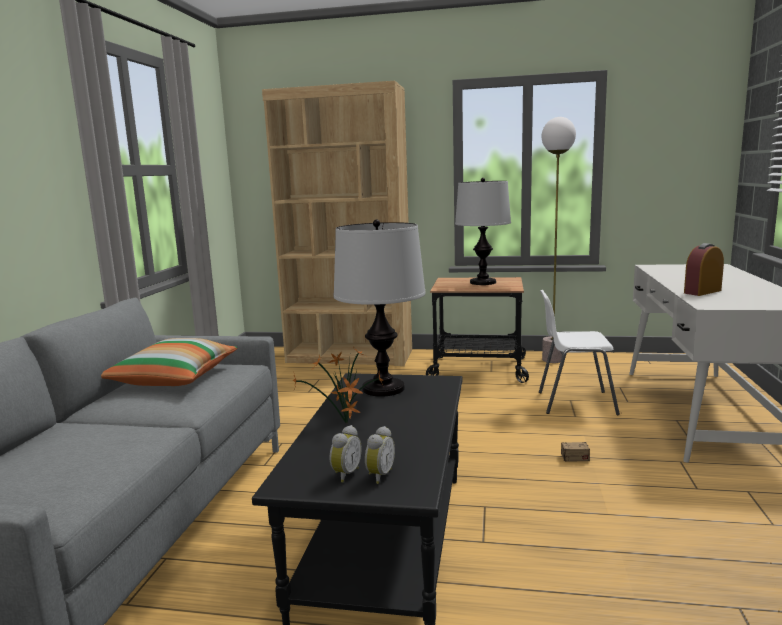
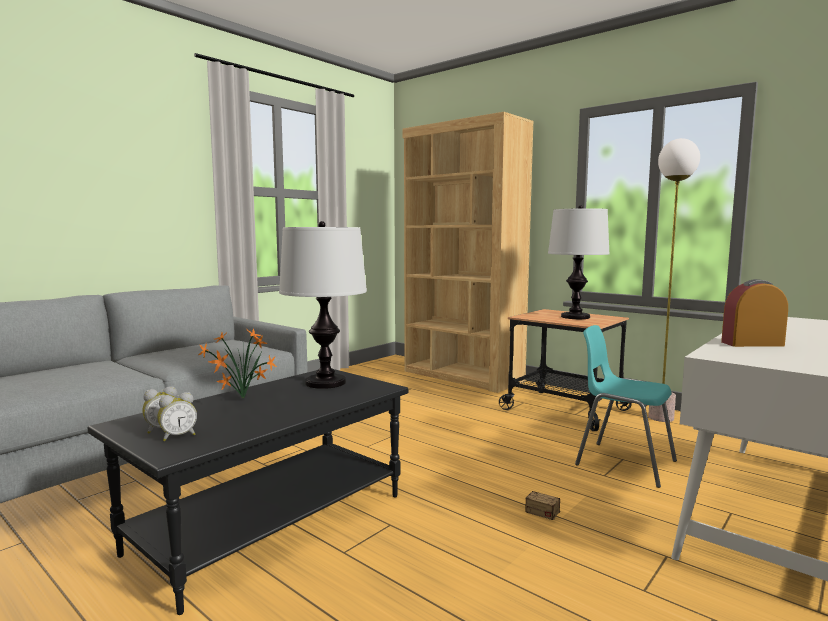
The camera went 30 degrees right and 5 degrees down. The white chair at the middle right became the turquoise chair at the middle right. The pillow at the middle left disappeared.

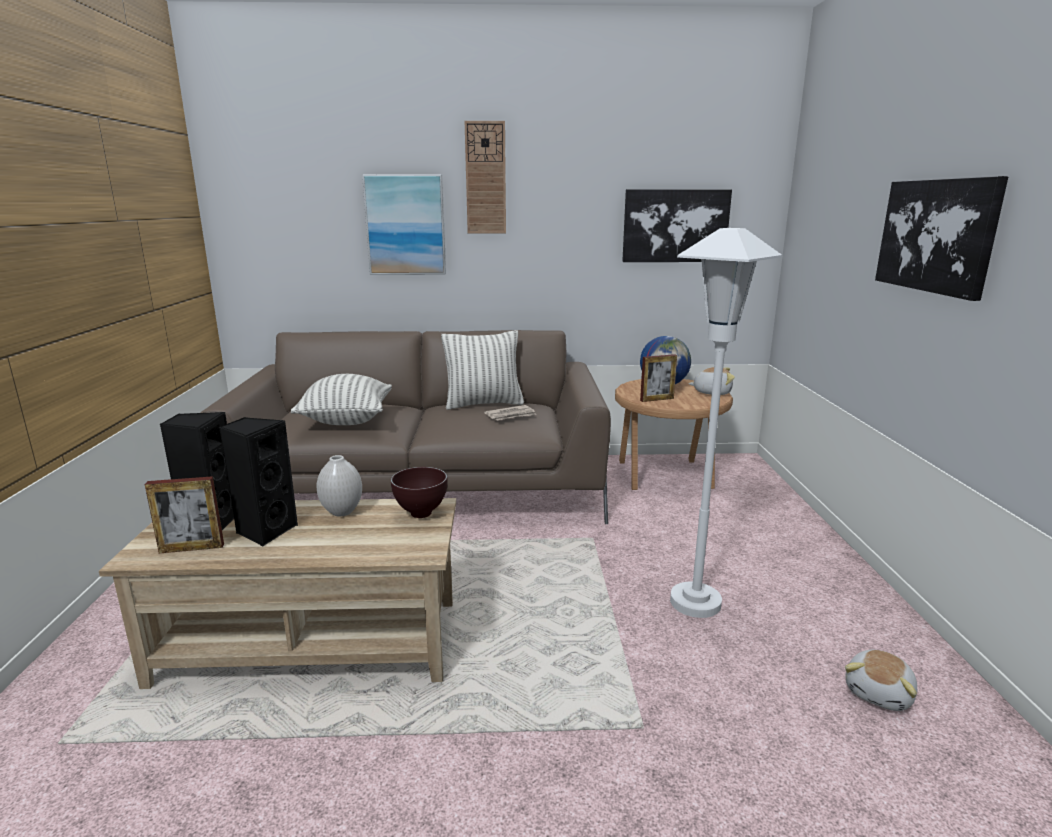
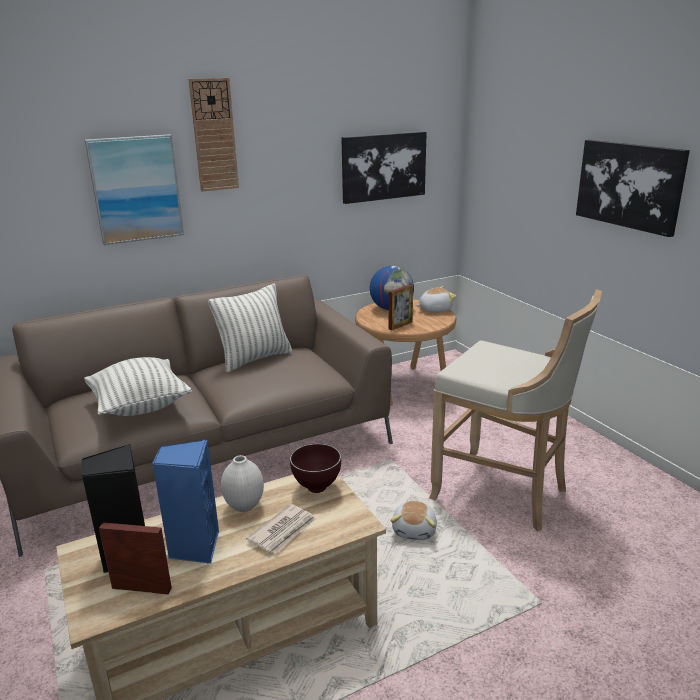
The camera went 25 degrees left and 5 degrees up. The white floor lamp at the middle right was replaced by the beige stool at the middle right. The newspaper moved from the centre to the bottom centre. The black speaker (2nd from left) at the middle left became the blue speaker at the bottom left. The picture frame (1st from left) at the middle left turned 135 degrees counterclockwise. The plush toy (2nd from left in the first image) moved from the bottom right to the bottom centre.

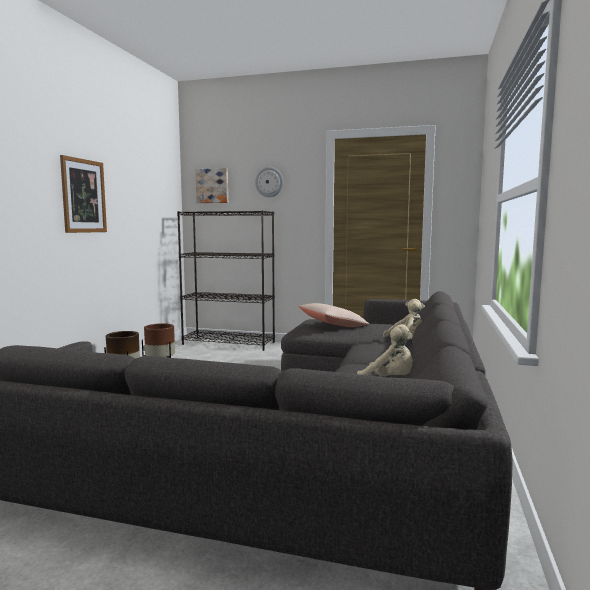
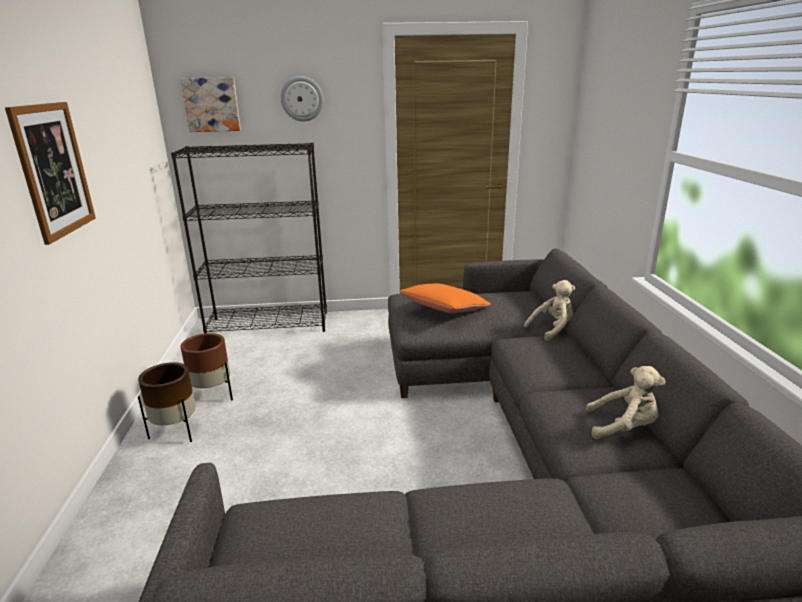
The camera went 20 degrees left and 15 degrees up. The beige pillow at the centre became the orange pillow at the centre.

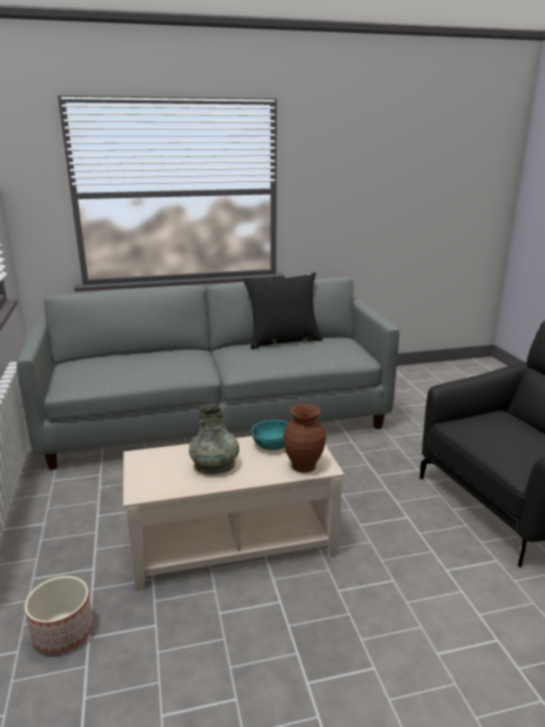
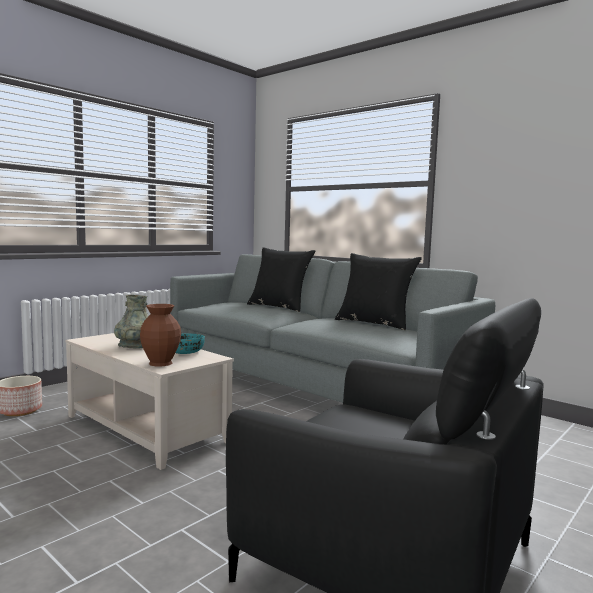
The camera went 55 degrees right and 15 degrees down. The black pillow (1st from left) at the centre appeared.

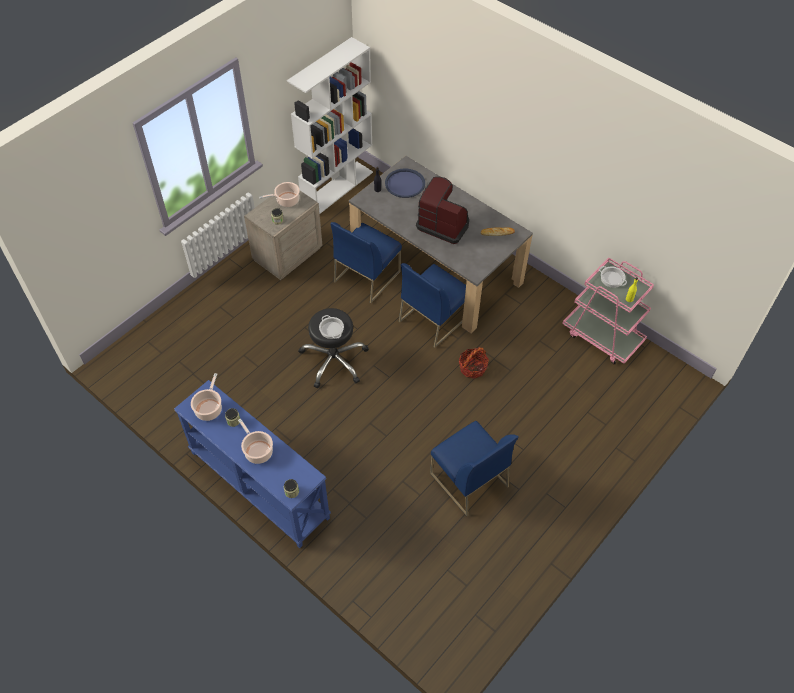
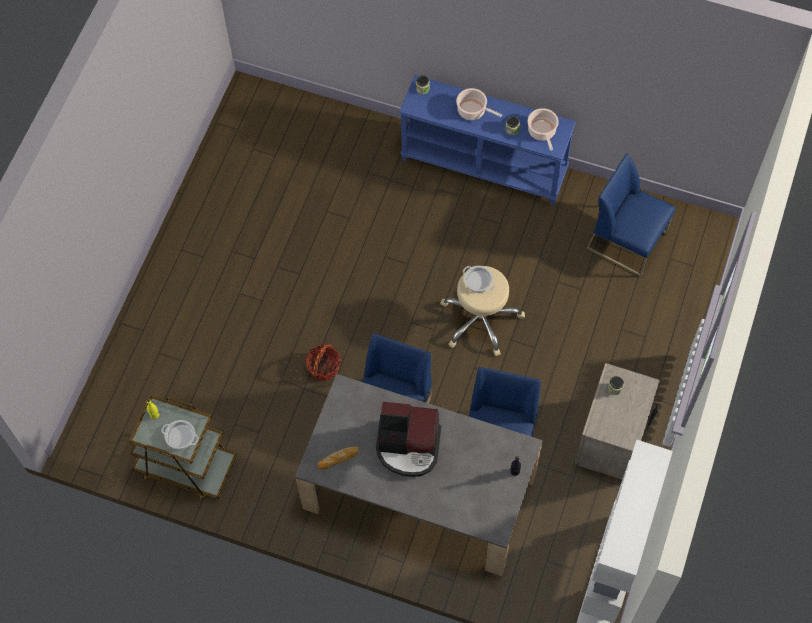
The camera went 160 degrees right and 10 degrees up. The blue tray at the top centre disappeared. The cooking pot (3rd from left) at the top centre disappeared. The pink cart at the middle right became the brown cart at the bottom left. The black stool at the centre became the beige stool at the centre. The blue chair (3rd from left) moved from the bottom centre to the middle right.

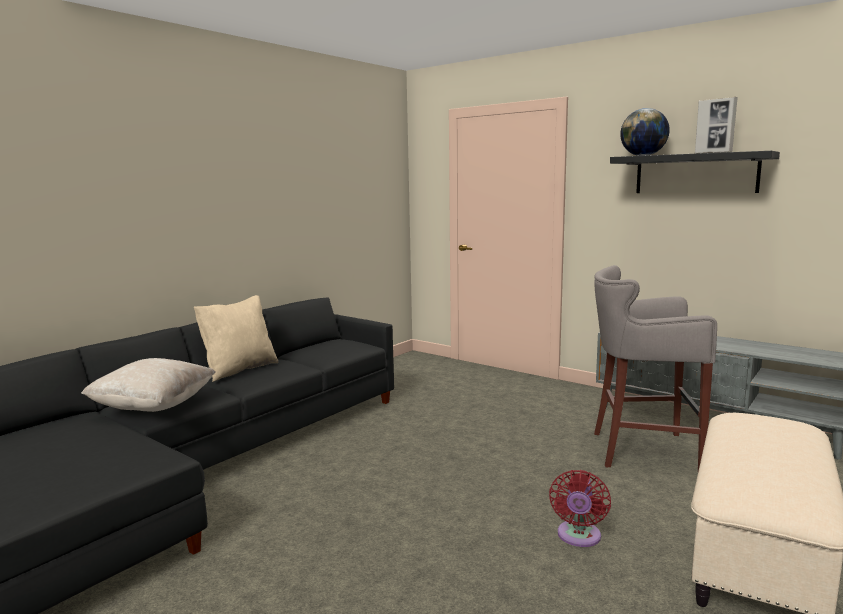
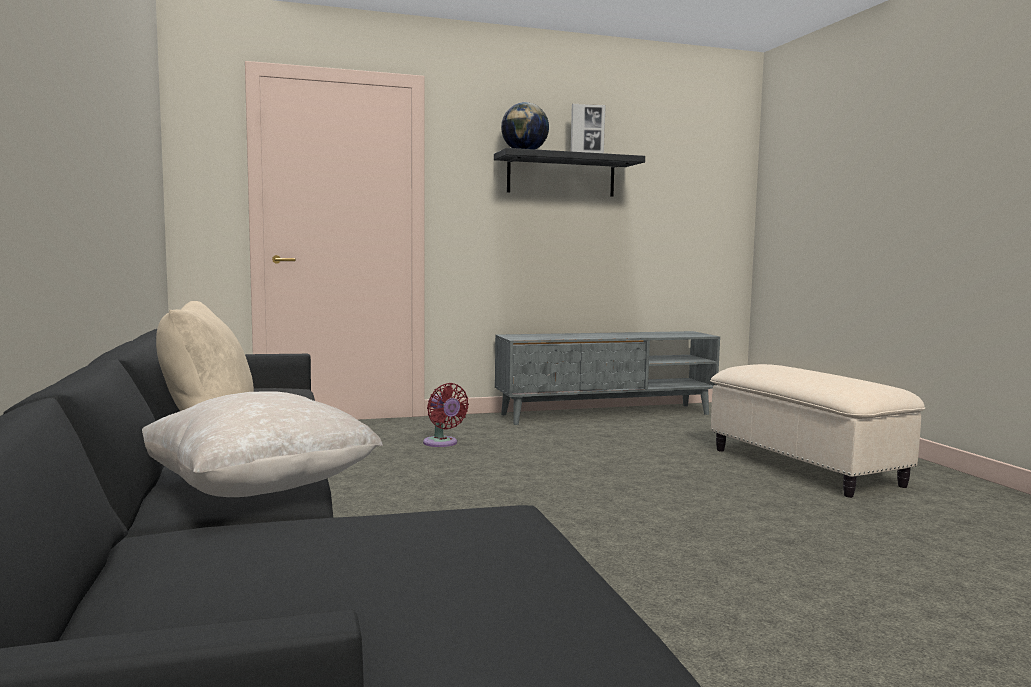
The camera went 55 degrees left and 5 degrees down. The grey stool at the middle right disappeared. The red fan moved from the bottom right to the centre.

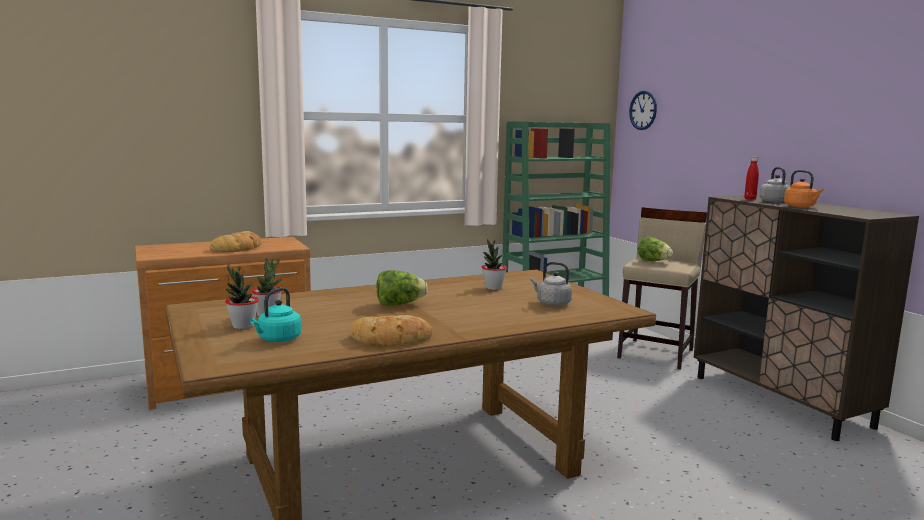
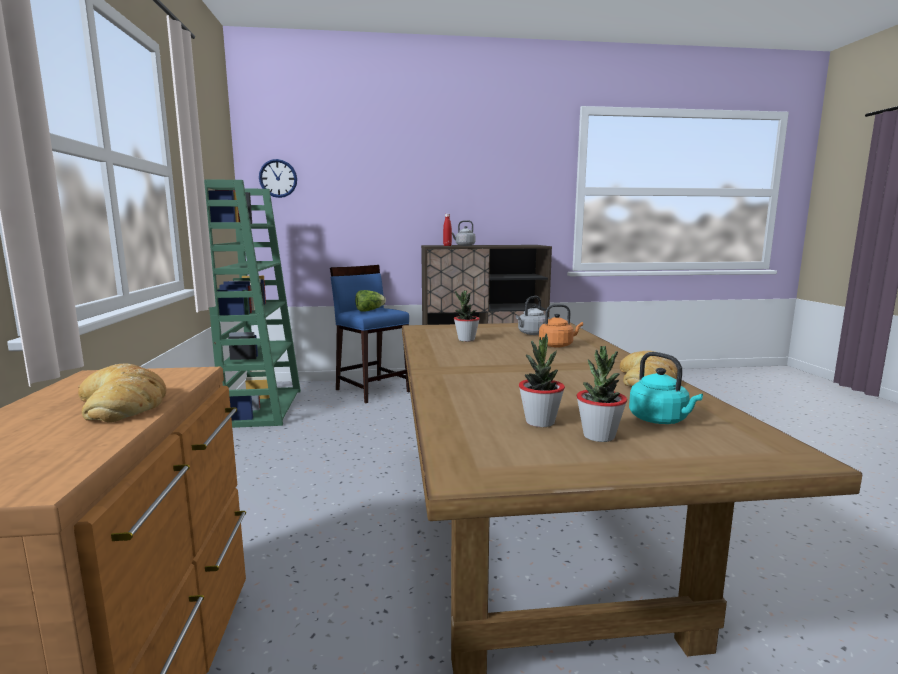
The camera went 70 degrees left and 0 degrees up. The orange kettle moved from the middle right to the centre. The beige stool at the middle right became the blue stool at the centre. The lettuce (1st from left) at the centre disappeared.

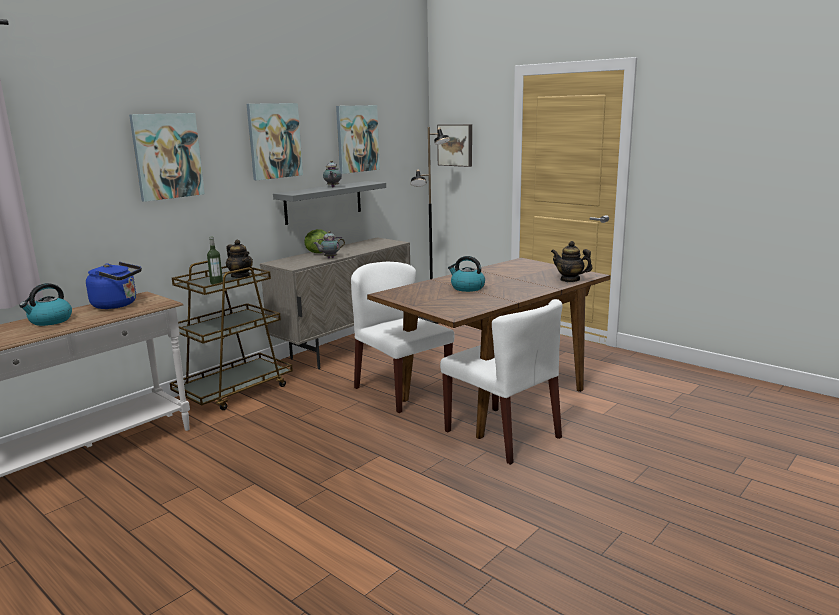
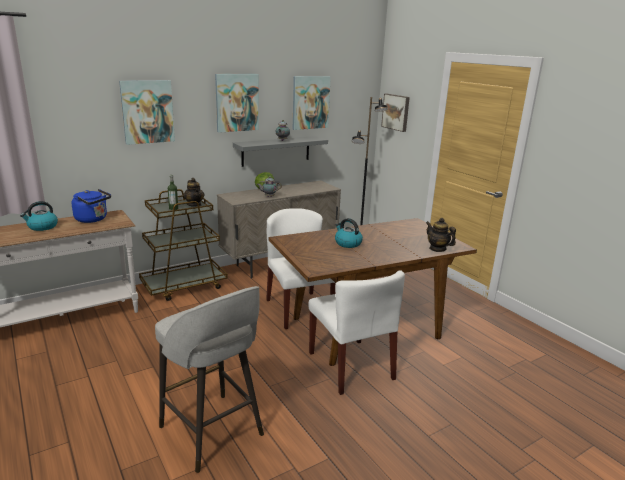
The camera went 15 degrees right and 5 degrees up. The grey stool at the bottom centre appeared.

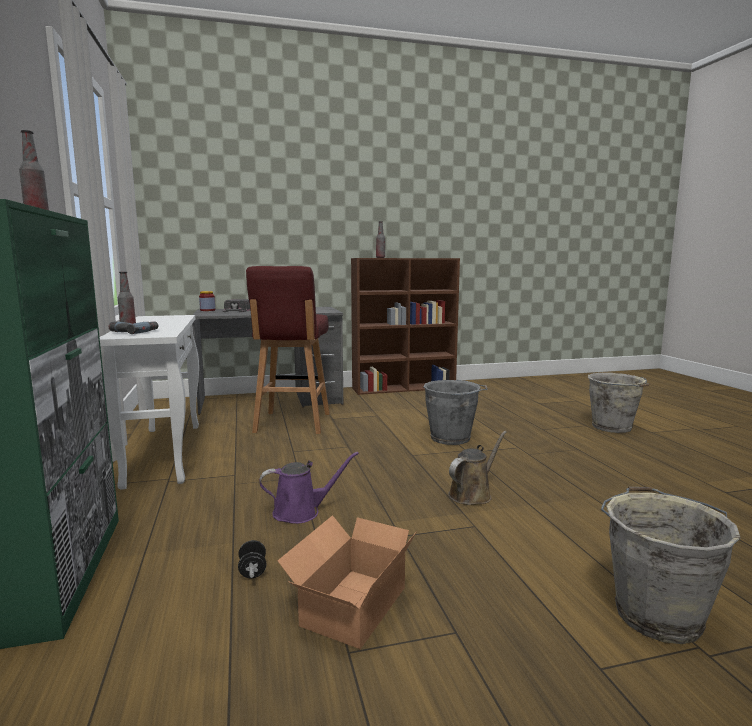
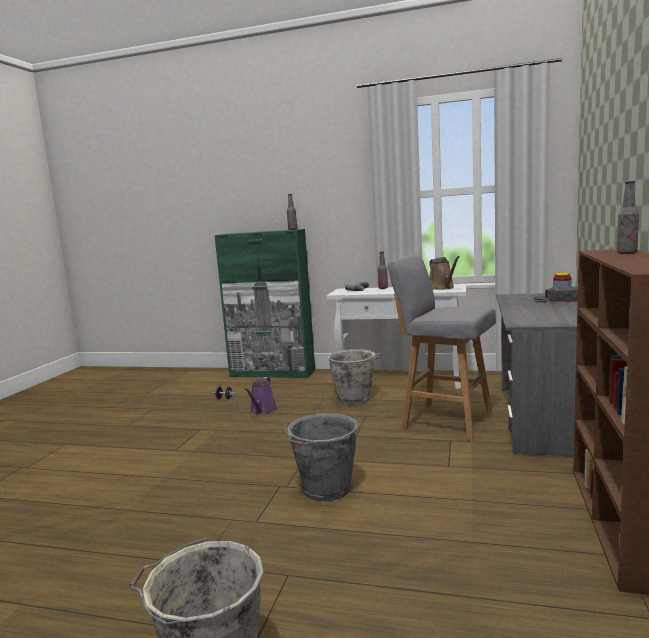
The camera went 120 degrees right and 0 degrees up. The red stool at the centre became the grey stool at the middle right. The brown watering can moved from the centre to the middle right. The grey bucket (3rd from left) moved from the bottom right to the centre. The cardboard box at the bottom centre disappeared.

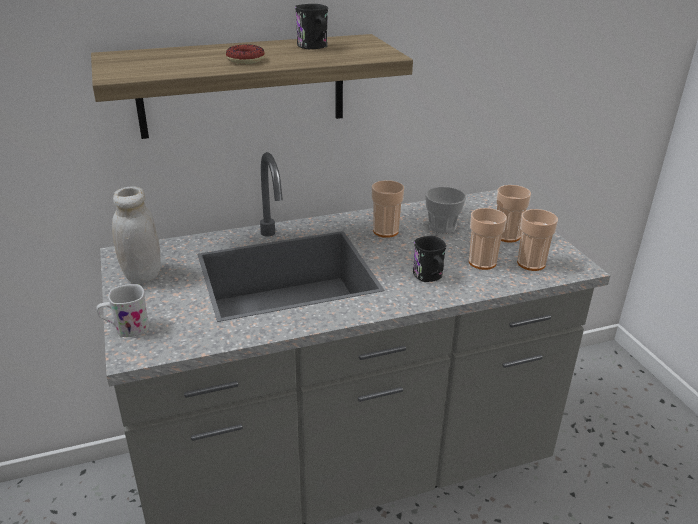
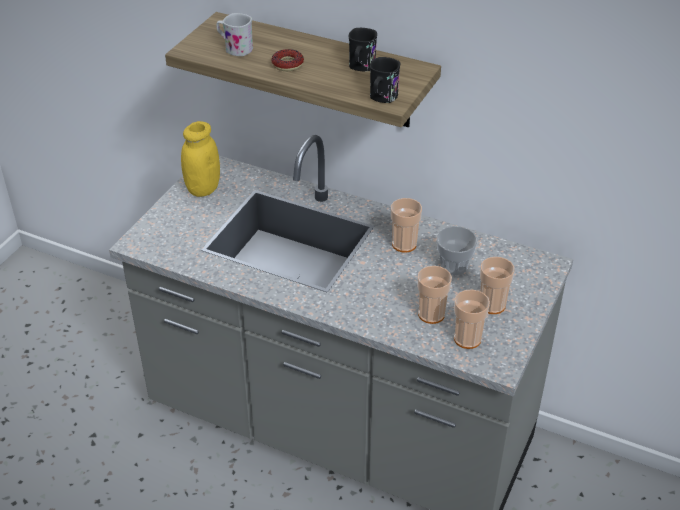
The camera went 45 degrees right and 10 degrees up. The white jar at the middle left became the yellow jar at the top left. The black mug (2nd from left) moved from the centre to the top centre. The white mug moved from the middle left to the top centre.

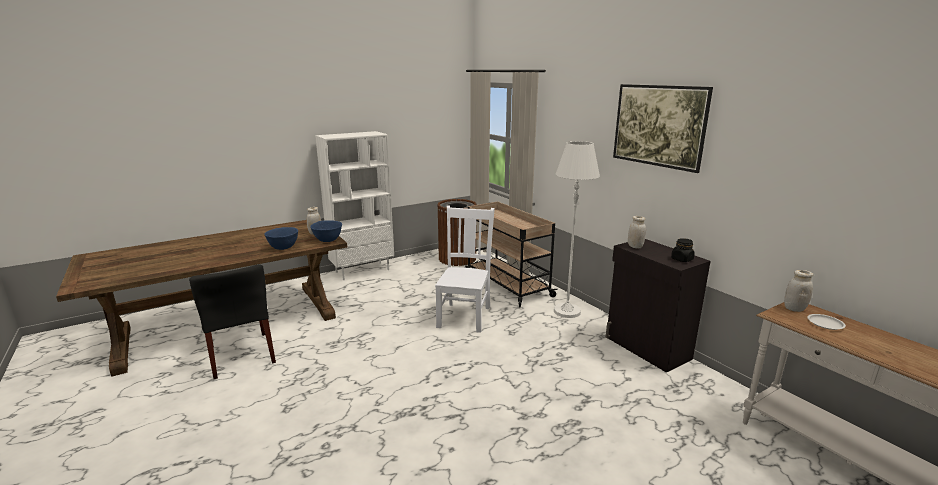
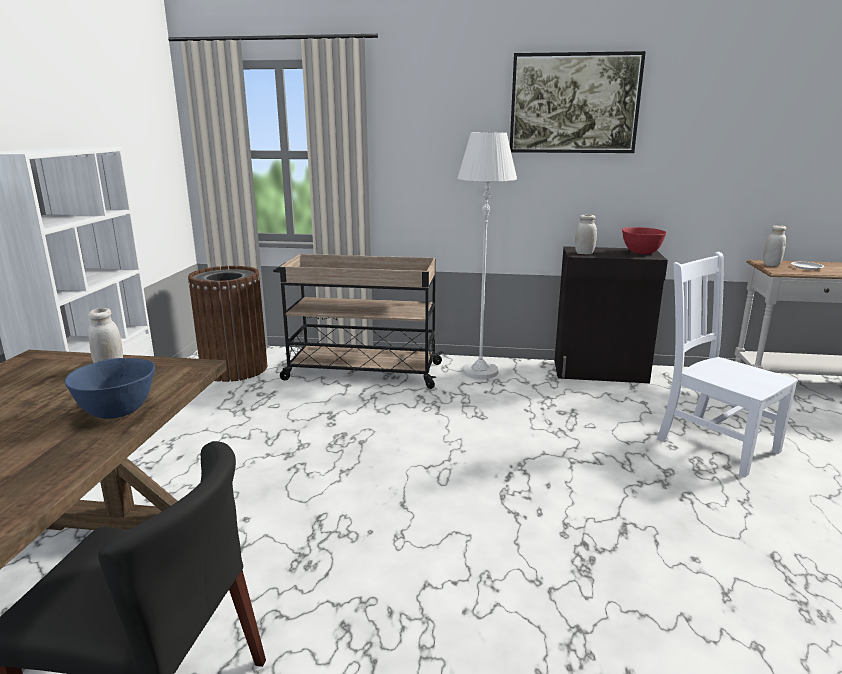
The camera went 50 degrees left and 0 degrees up. The white chair moved from the centre to the middle right. The blue bowl (2nd from left) at the centre disappeared. The black jar at the middle right was replaced by the red bowl at the middle right.

